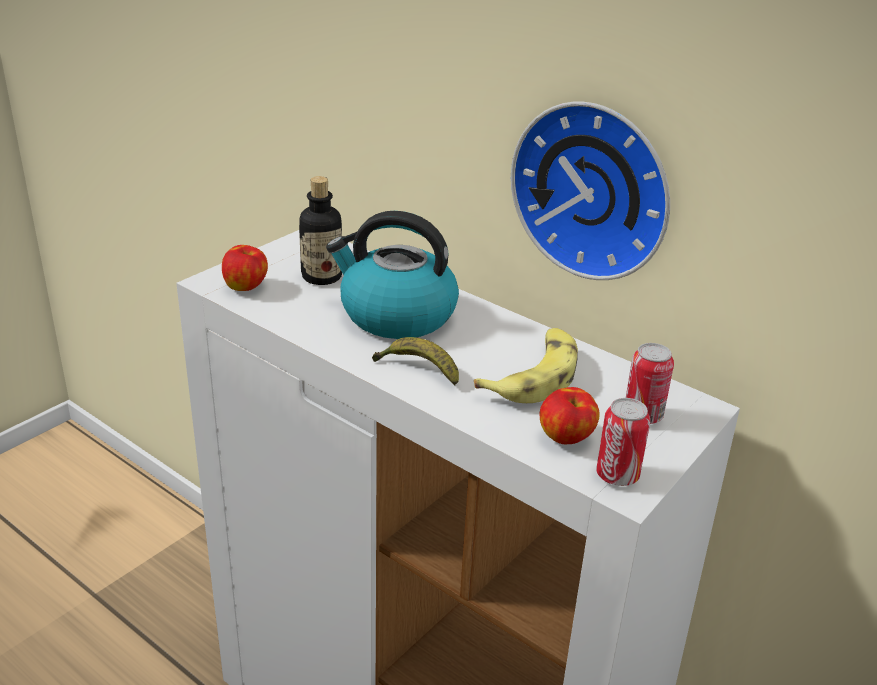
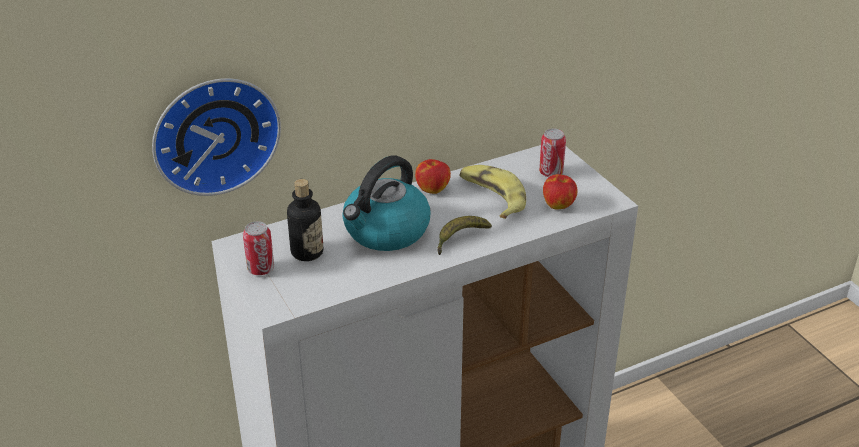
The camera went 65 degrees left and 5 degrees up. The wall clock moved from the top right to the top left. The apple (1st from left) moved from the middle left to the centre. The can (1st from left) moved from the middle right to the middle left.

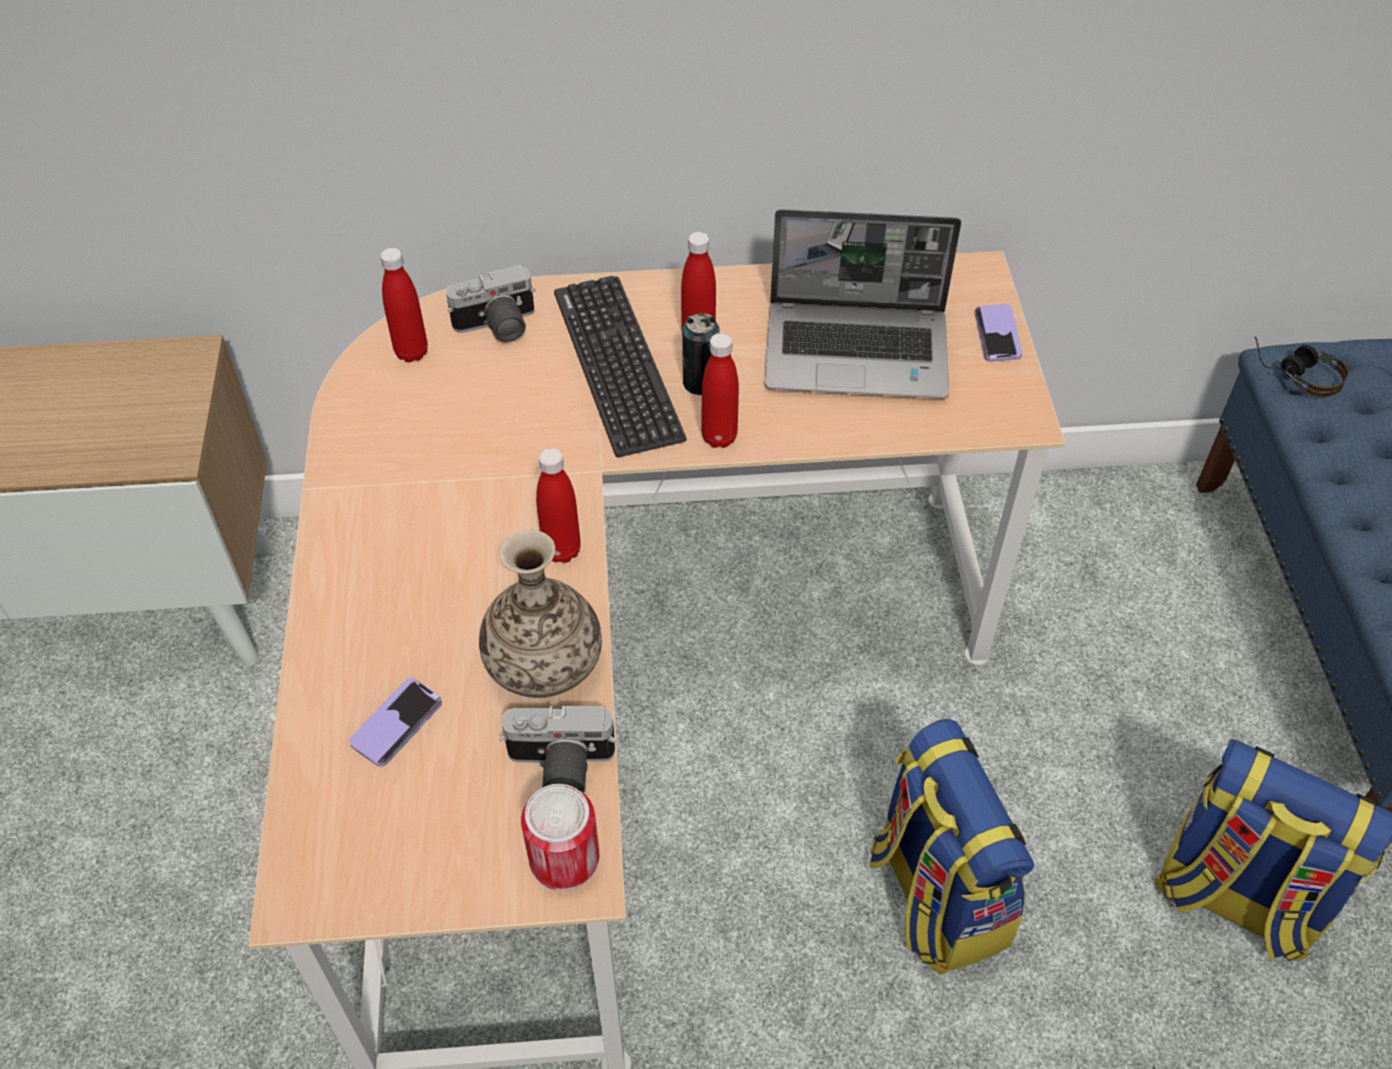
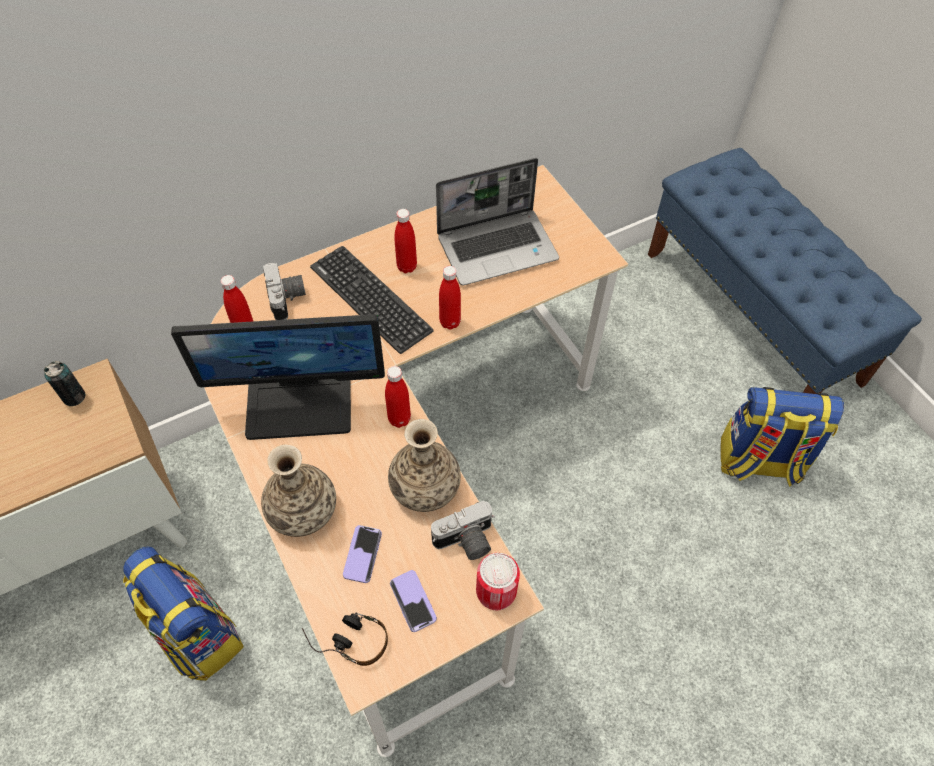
The camera went 25 degrees left and 5 degrees up. The photo camera (1st from left) at the top centre turned 60 degrees counterclockwise. The phone (2nd from left) moved from the top right to the bottom centre. The can (2nd from left in the first image) moved from the top centre to the middle left. The headphones moved from the middle right to the bottom centre. The backpack (1st from left) moved from the bottom right to the bottom left. The monitor at the middle left appeared. The vase (1st from left) at the middle left appeared.

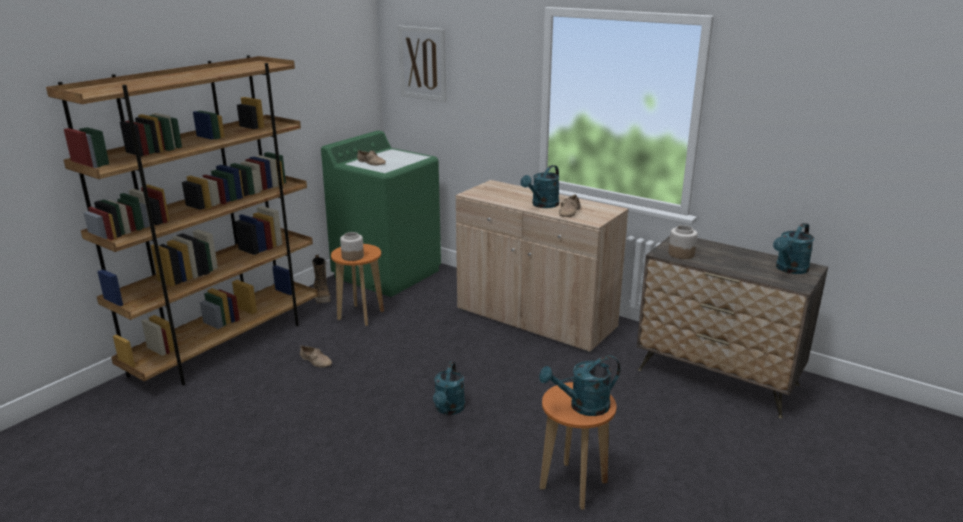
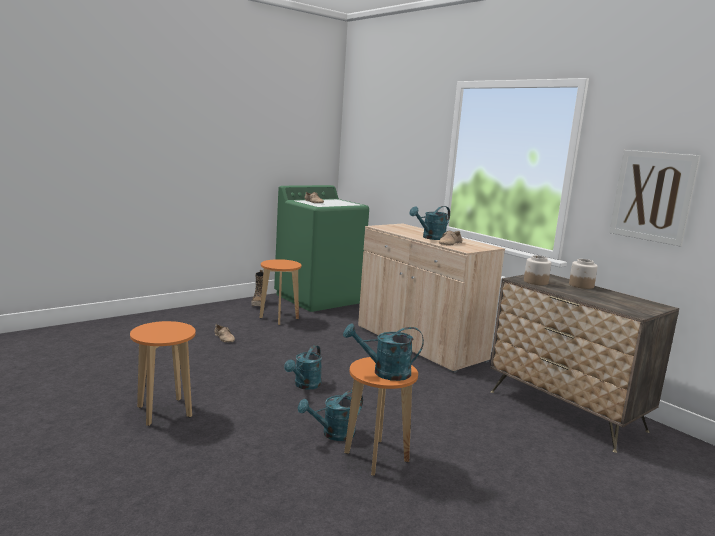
The camera went 15 degrees right and 10 degrees down. The picture moved from the top centre to the middle right. The brown bookcase at the middle left disappeared. The turquoise watering can (4th from left in the first image) moved from the middle right to the bottom centre. The jar (1st from left in the first image) moved from the centre to the middle right. The orange stool (1st from left) at the bottom left appeared.

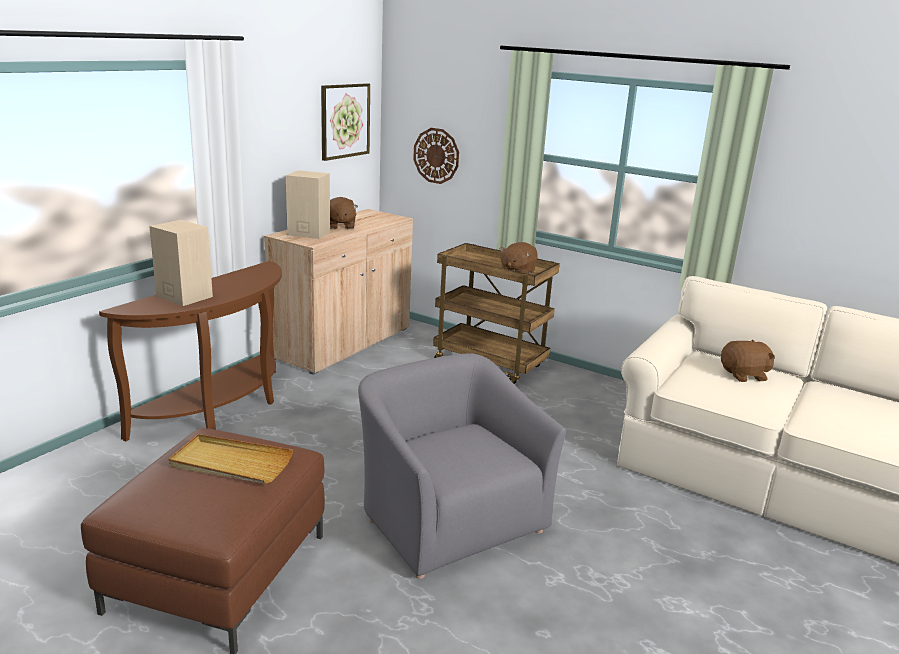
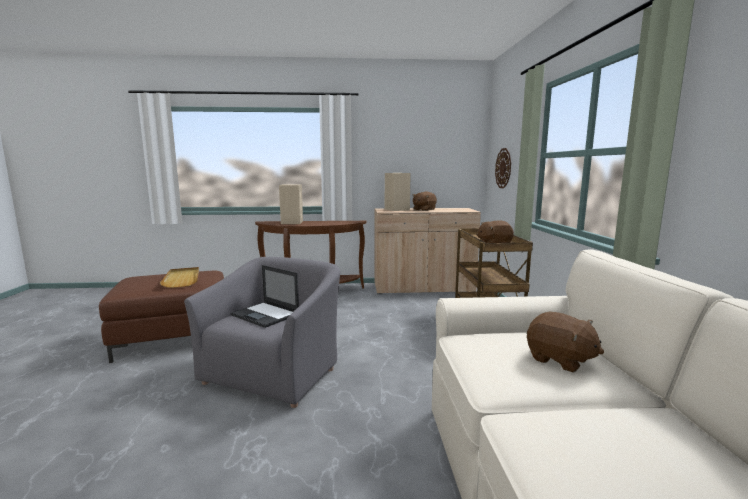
The camera went 55 degrees right and 10 degrees down. The picture at the top centre disappeared. The laptop at the centre appeared.

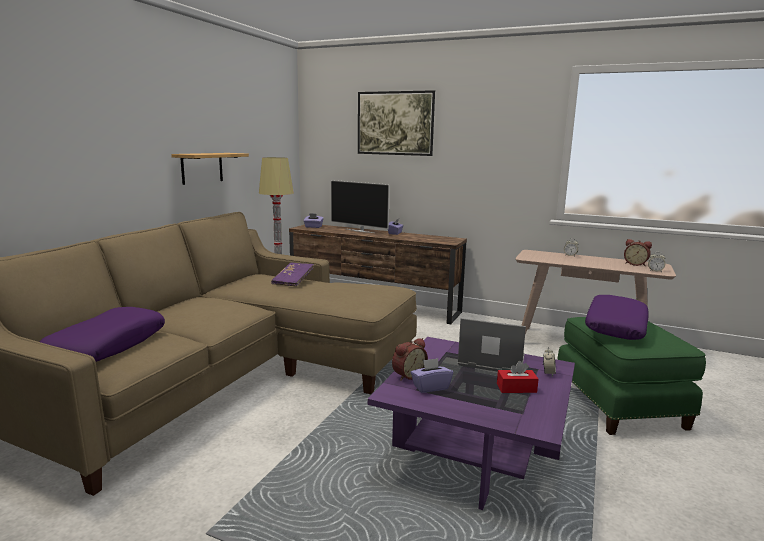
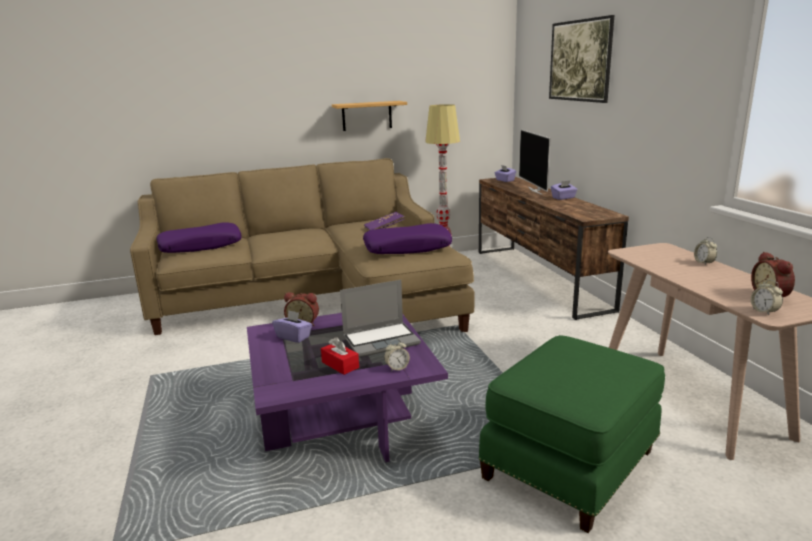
The camera went 50 degrees right and 5 degrees up. The purple pillow (2nd from left) moved from the middle right to the centre. The laptop at the centre turned 90 degrees clockwise.

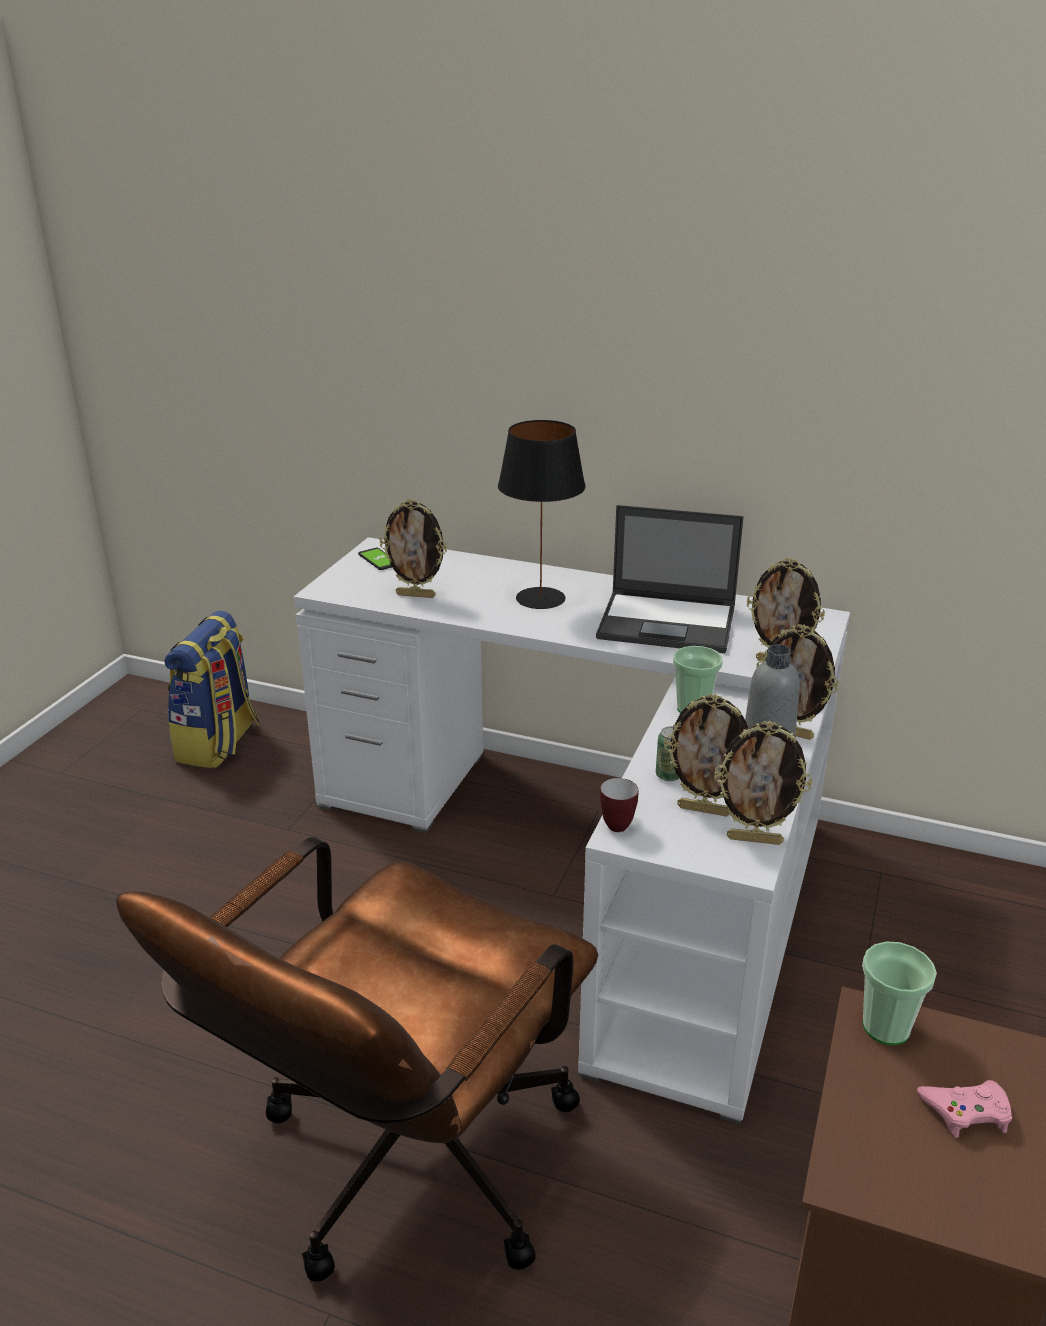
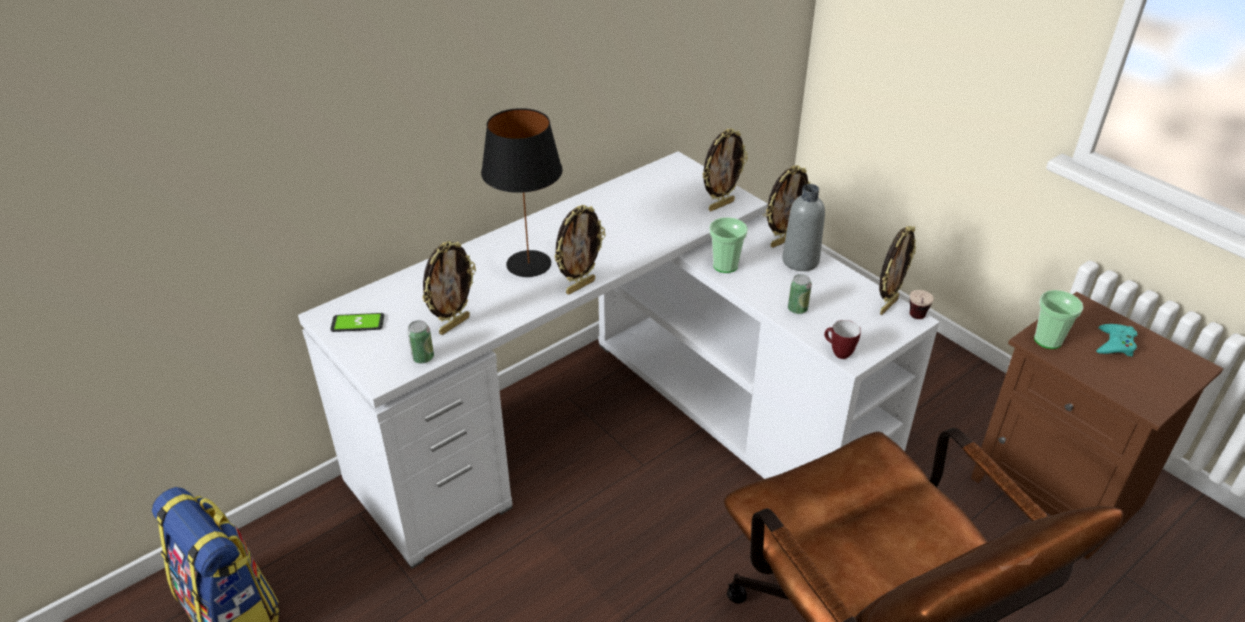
The camera went 60 degrees left and 10 degrees up. The laptop at the centre disappeared. The picture frame (2nd from left) moved from the middle right to the centre. The pink game controller at the bottom right became the turquoise game controller at the middle right. The cup (2nd from left) at the middle right appeared. The can (1st from left) at the centre appeared.

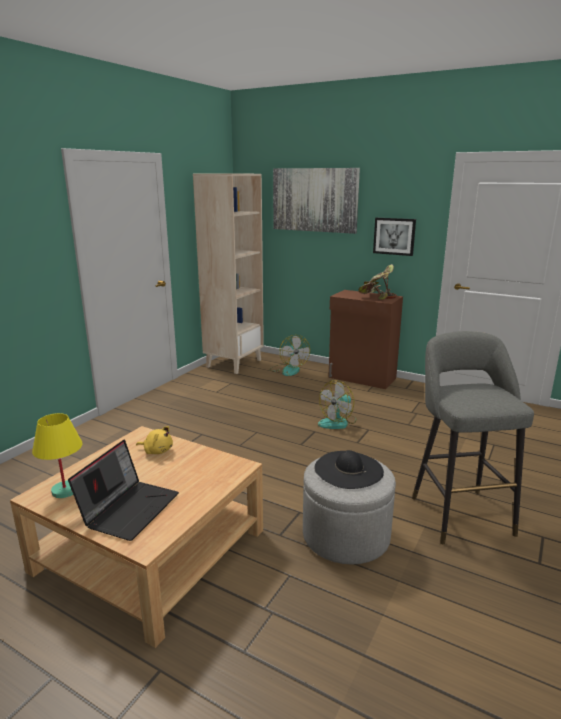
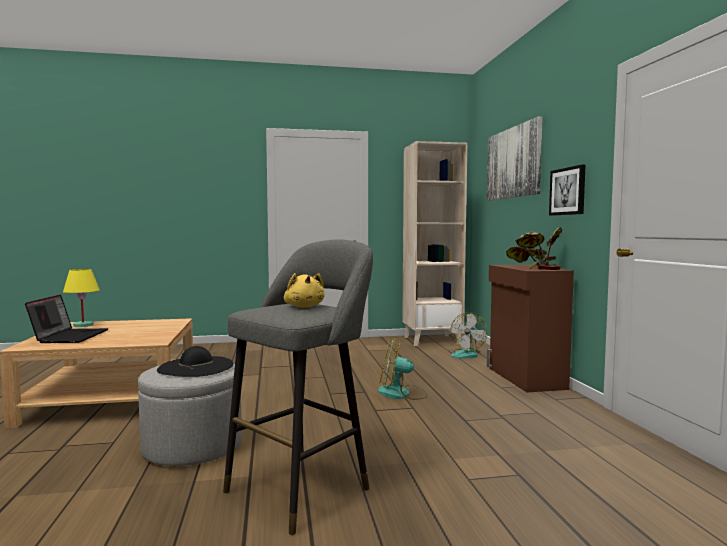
The camera went 50 degrees right and 15 degrees down. The yellow plush toy moved from the middle left to the centre. The laptop at the bottom left turned 75 degrees counterclockwise.

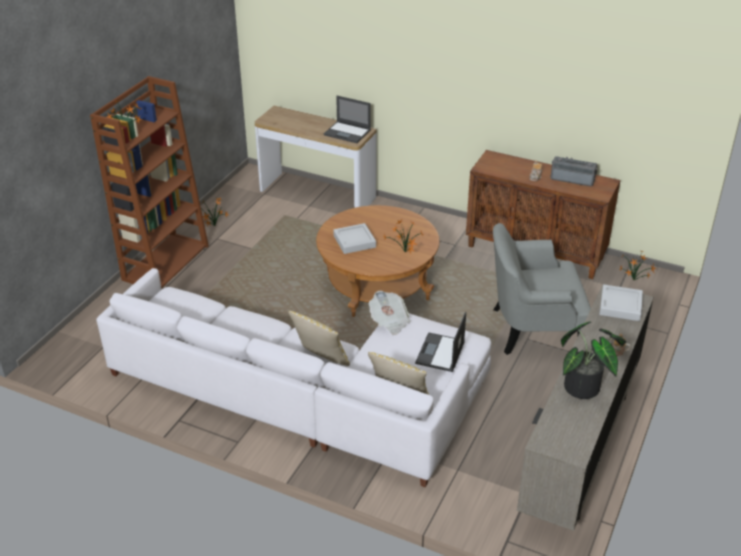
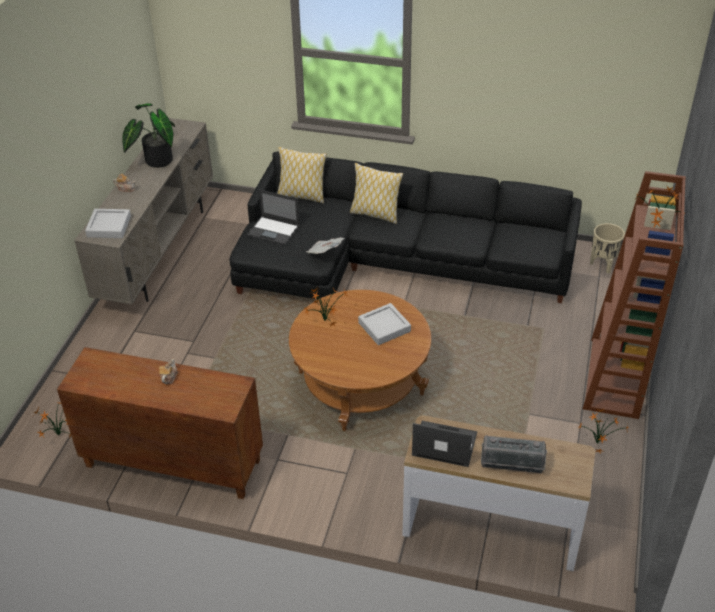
The camera went 170 degrees right and 5 degrees up. The radio moved from the top right to the bottom right. The grey armchair at the middle right disappeared. The white sofa at the bottom centre became the black sofa at the centre. The laptop (2nd from left in the first image) at the centre turned 105 degrees clockwise. The beige planter at the middle right appeared.

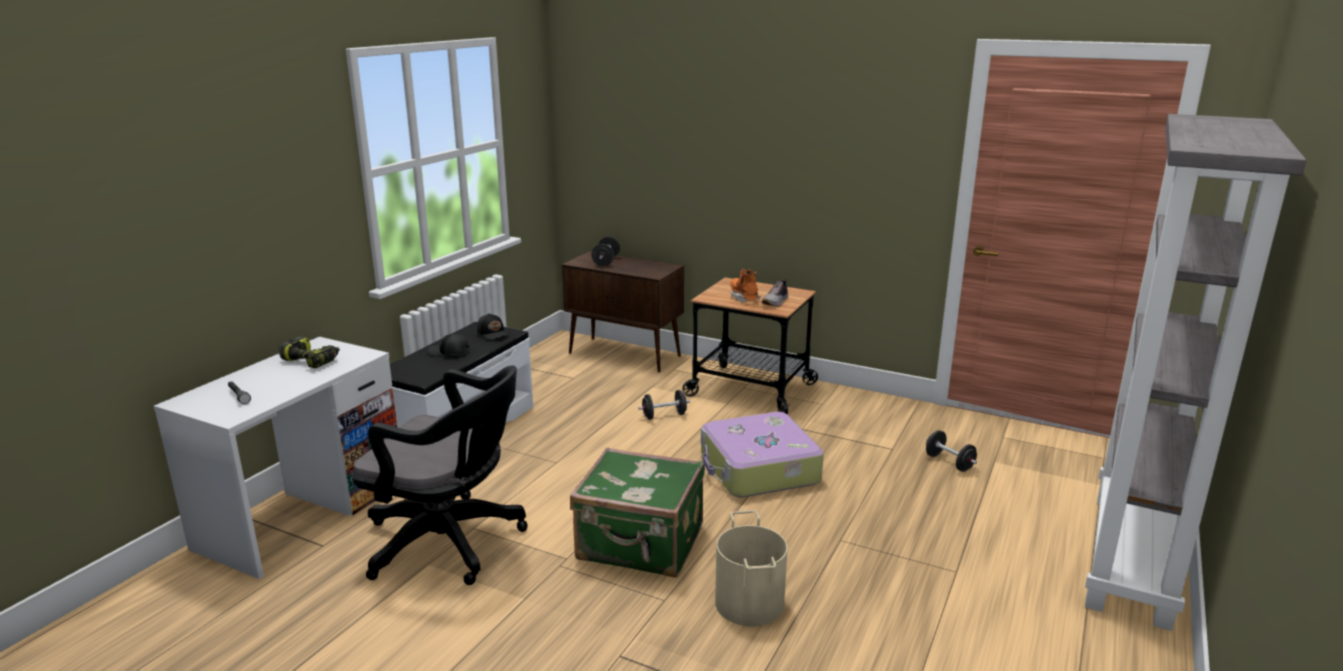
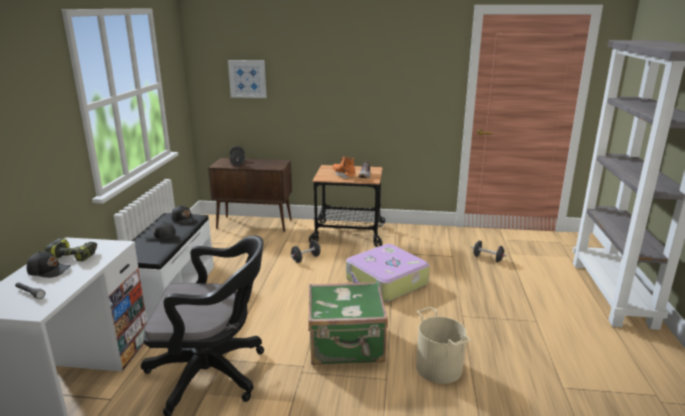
The camera went 20 degrees left and 0 degrees up. The picture at the top centre appeared. The black cap (1st from left) at the middle left appeared.

